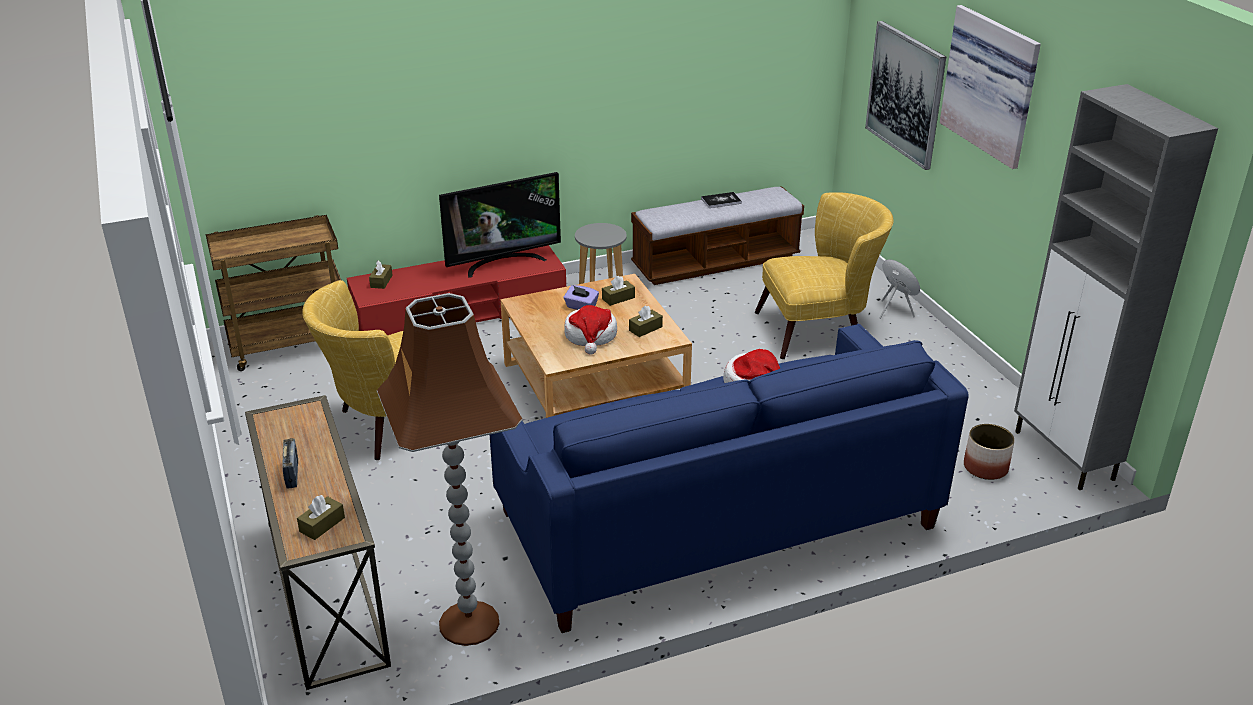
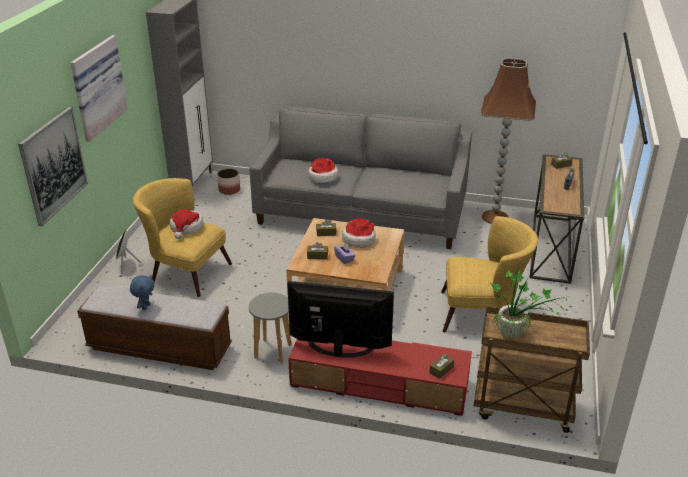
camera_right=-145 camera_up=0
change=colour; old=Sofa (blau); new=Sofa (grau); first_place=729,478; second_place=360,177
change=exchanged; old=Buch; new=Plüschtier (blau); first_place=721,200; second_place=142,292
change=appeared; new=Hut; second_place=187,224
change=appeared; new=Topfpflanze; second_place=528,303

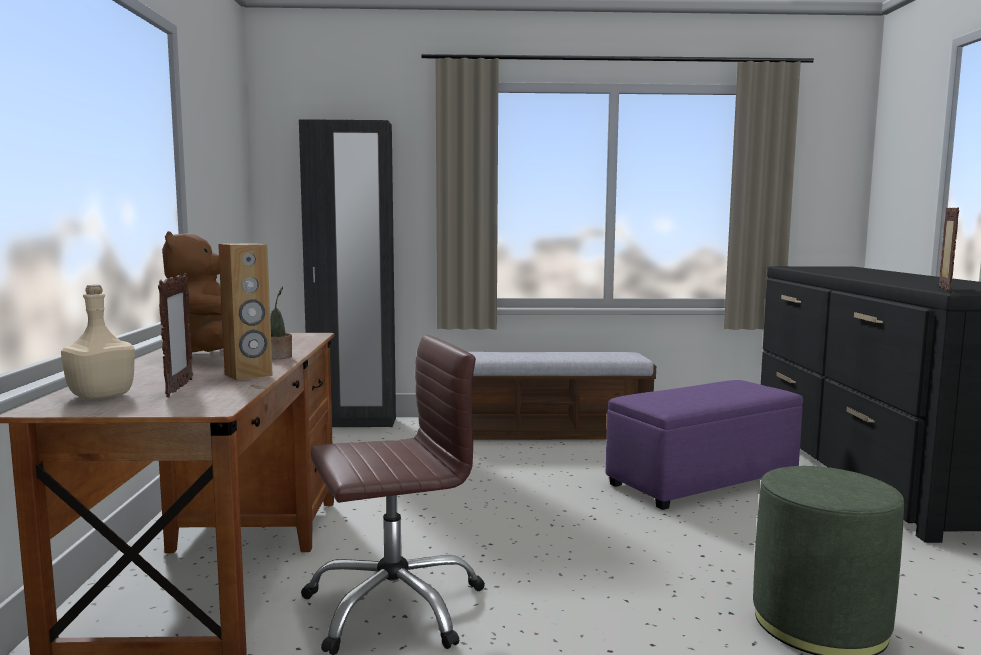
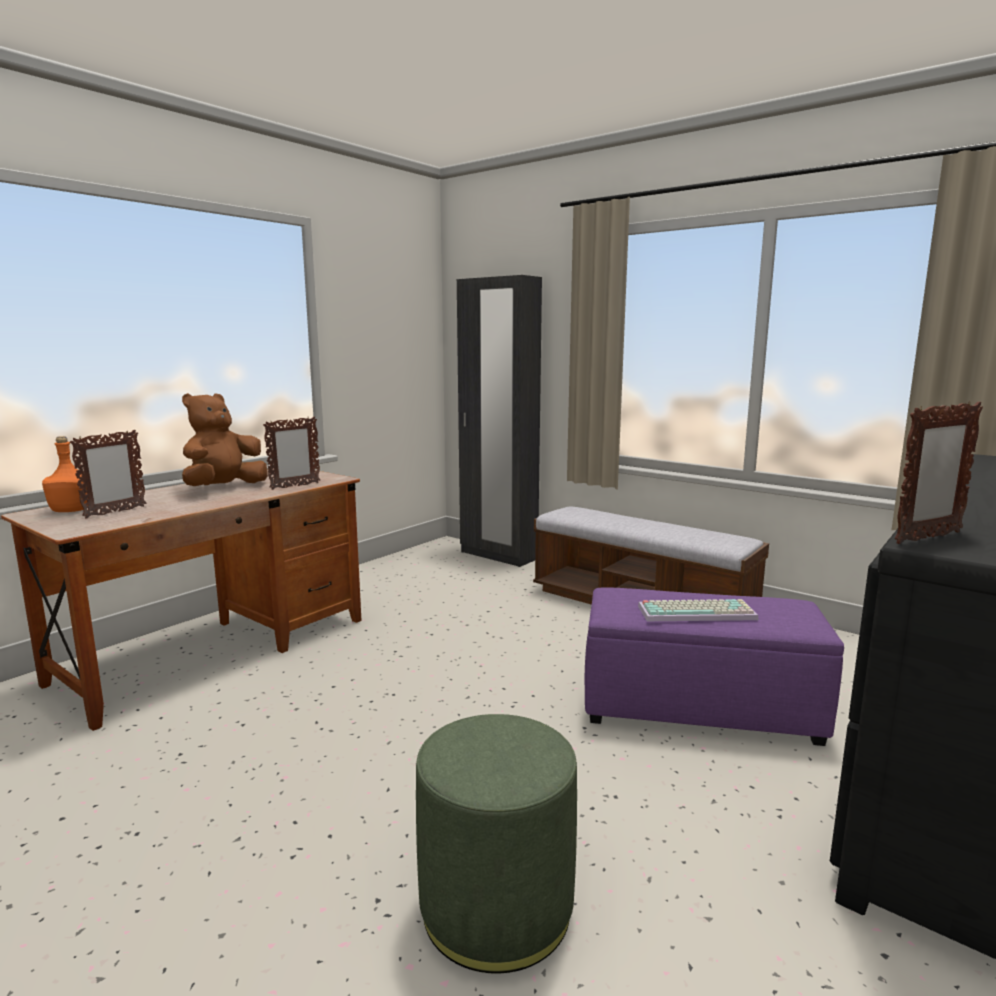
camera_right=40 camera_up=5
change=colour; old=Flasche (beige); new=Flasche (orange); first_place=98,342; second_place=64,474
change=missing; old=Lautsprecher (braun); first_place=245,312
change=missing; old=Topfpflanze; first_place=281,323
change=missing; old=Bürostuhl (braun); first_place=393,495
change=appeared; new=Bilderrahmen; second_place=291,453
change=appeared; new=Tastatur; second_place=698,610

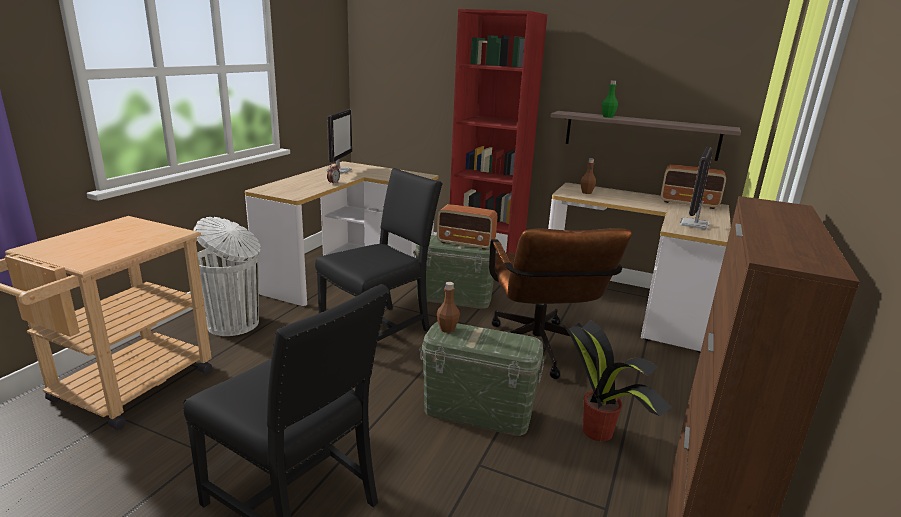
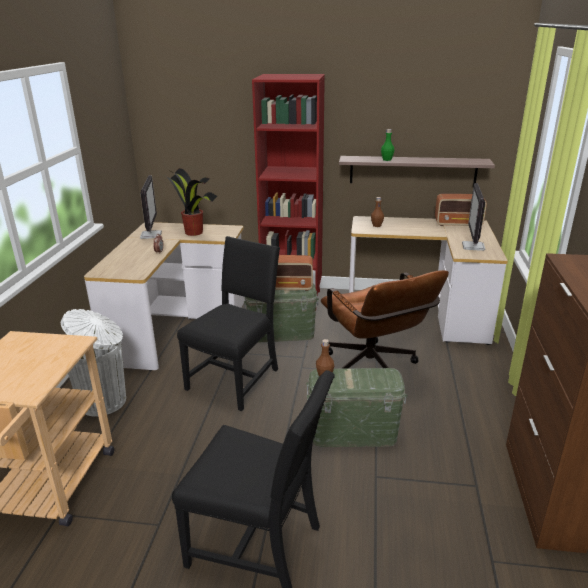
camera_right=-15 camera_up=5
change=relocated; old=Topfpflanze; first_place=617,380; second_place=191,202

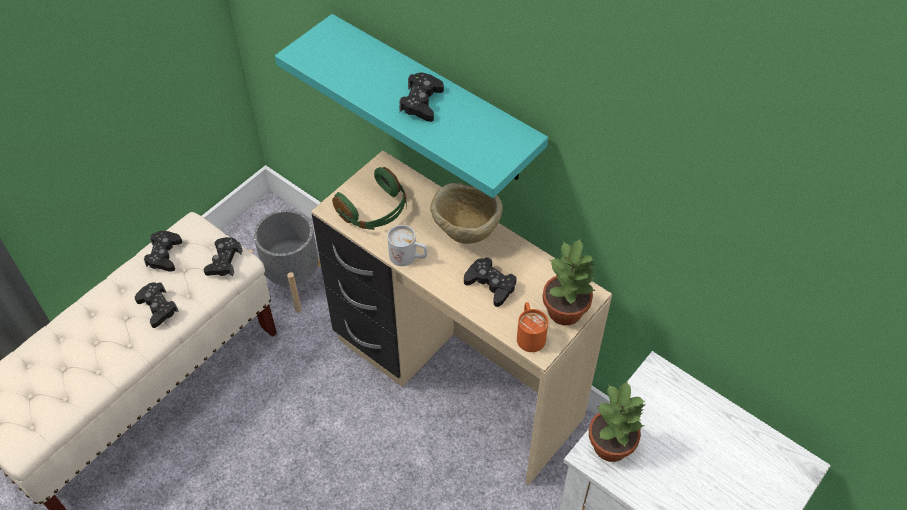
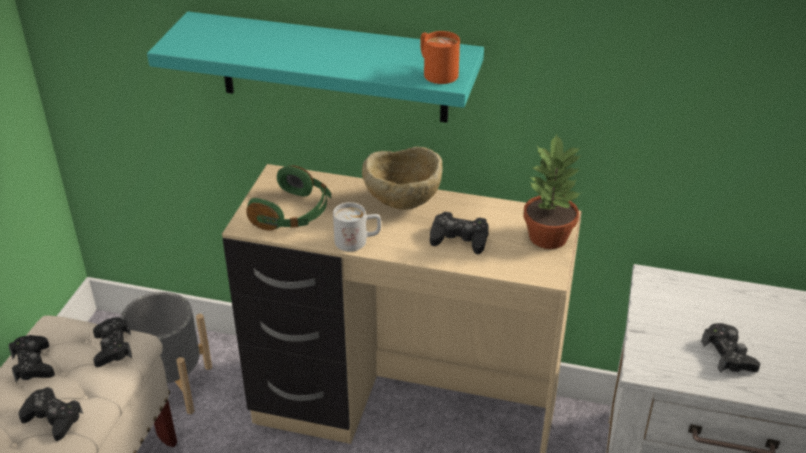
camera_right=-25 camera_up=-15
change=relocated; old=Gamepad (schwarz); first_place=421,97; second_place=730,348
change=relocated; old=Henkelbecher (orange); first_place=532,327; second_place=440,57
change=missing; old=Topfpflanze; first_place=617,421

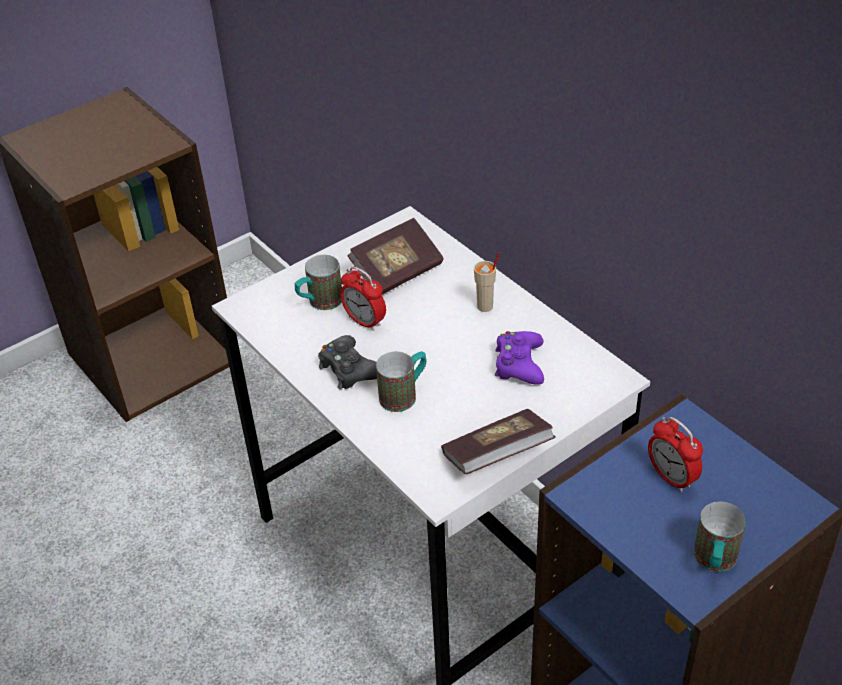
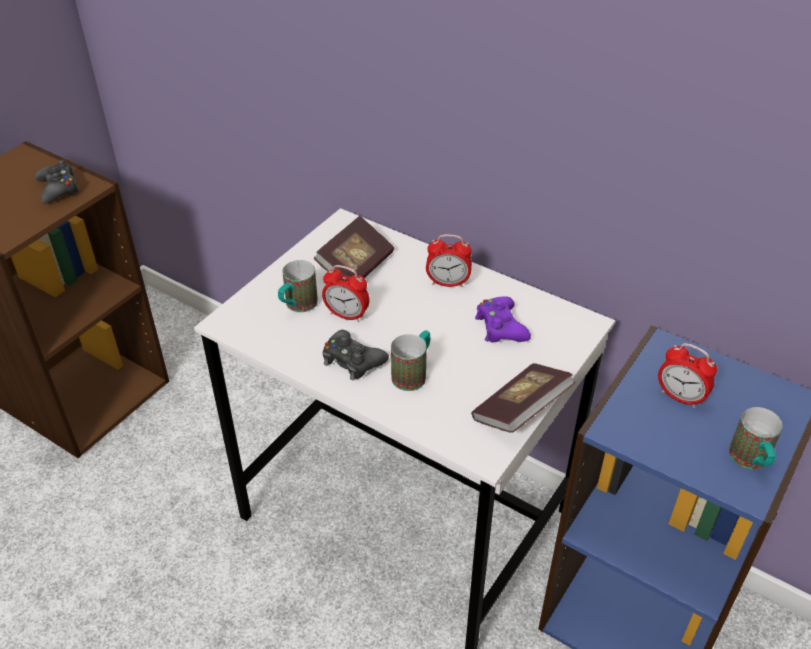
camera_right=-20 camera_up=0
change=exchanged; old=Tasse (beige); new=Wecker; first_place=487,282; second_place=449,260
change=appeared; new=Gamepad (schwarz); second_place=57,182

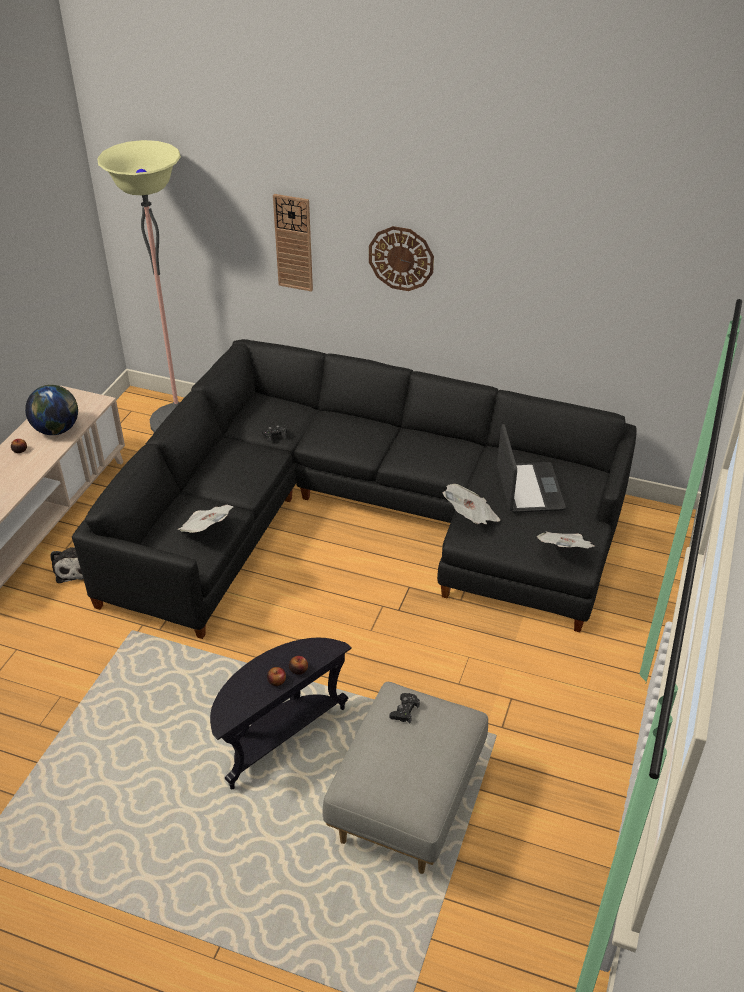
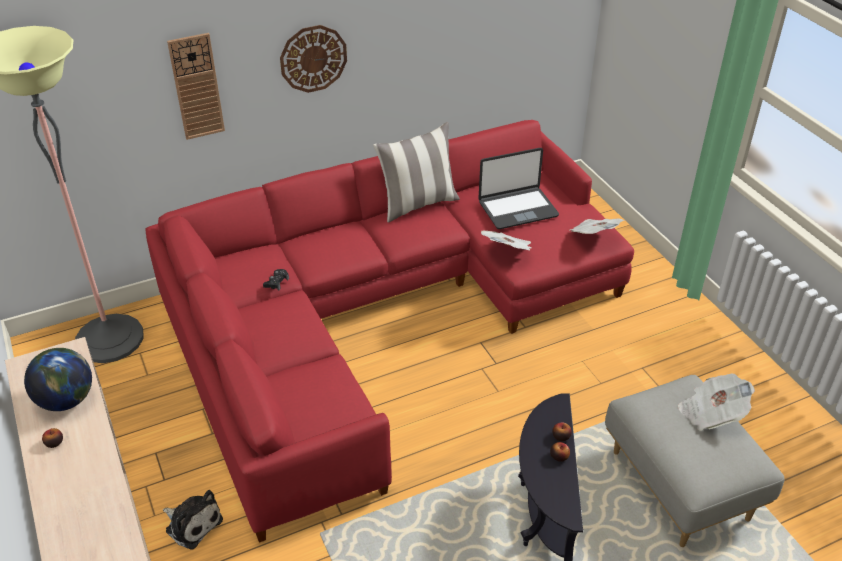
camera_right=-45 camera_up=0
change=colour; old=Sofa (schwarz); new=Sofa (rot); first_place=354,489; second_place=389,331
change=relocated; old=Zeitung; first_place=206,519; second_place=716,402
change=missing; old=Gamepad (schwarz); first_place=404,708
change=spun; old=Laptop; first_place=531,468; second_place=519,188; degrees=120
change=appeared; new=Kissen; second_place=416,172

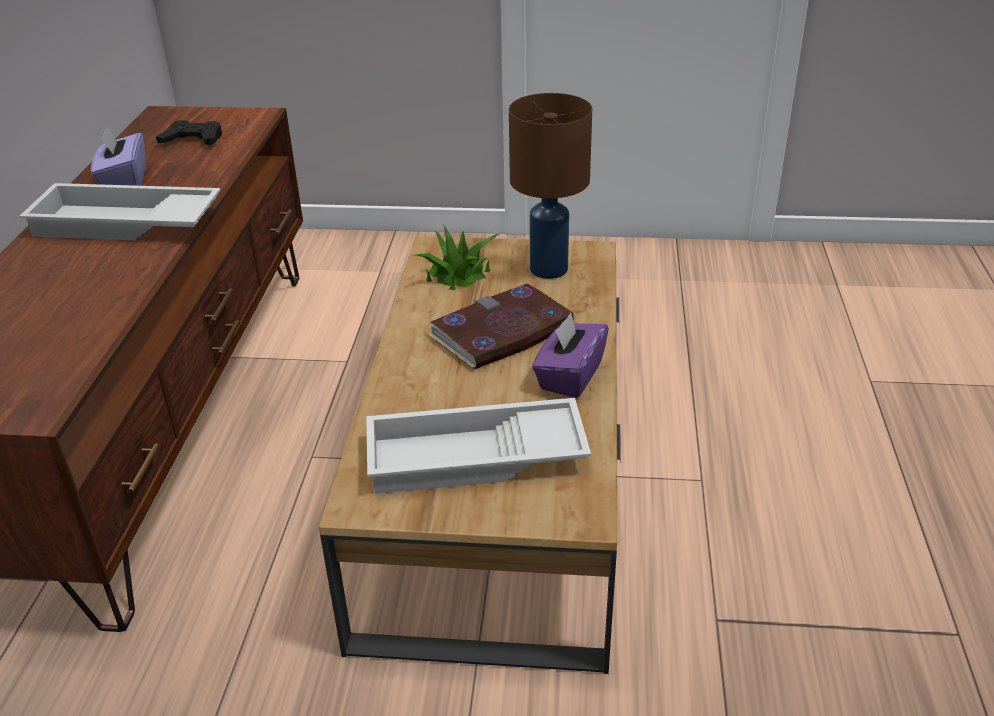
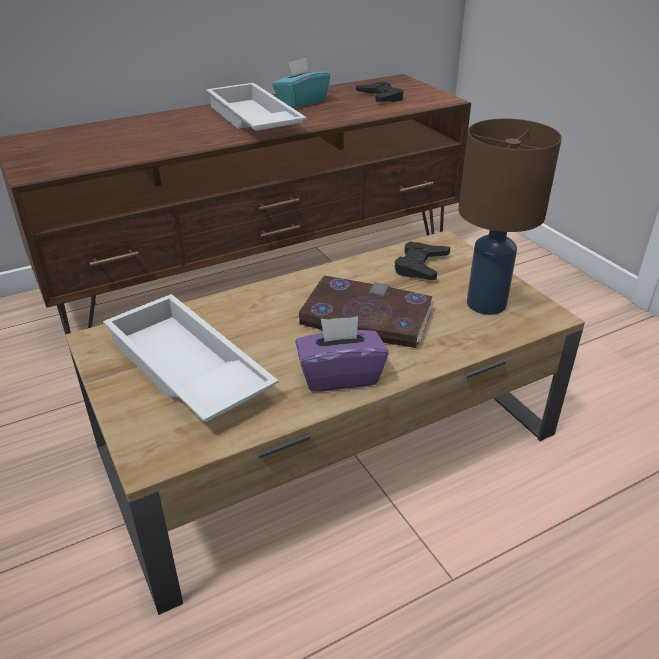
camera_right=55 camera_up=0
change=colour; old=Taschentuchbox (lila); new=Taschentuchbox (türkis); first_place=118,156; second_place=301,83
change=exchanged; old=Topfpflanze; new=Gamepad (schwarz); first_place=458,257; second_place=422,260

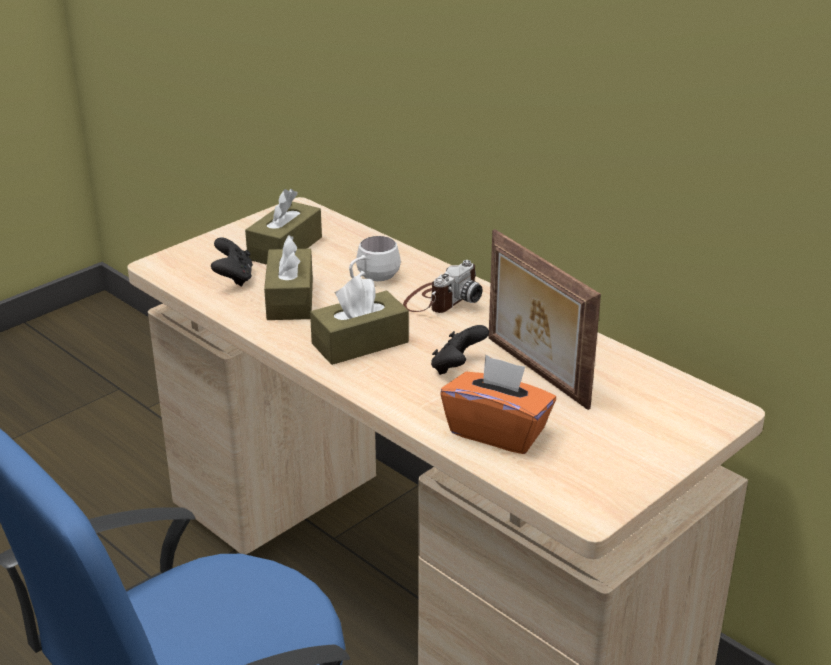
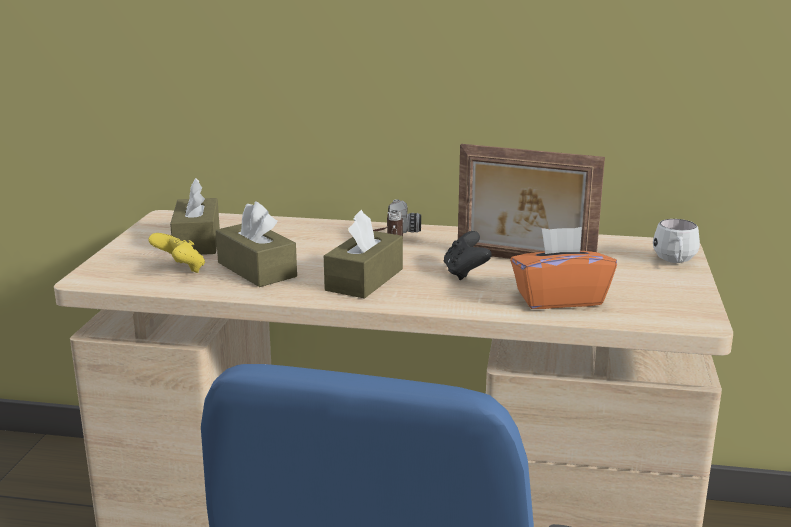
camera_right=-35 camera_up=-10
change=colour; old=Gamepad (schwarz); new=Gamepad (gelb); first_place=232,262; second_place=176,253
change=relocated; old=Henkelbecher (weiß); first_place=375,258; second_place=676,241

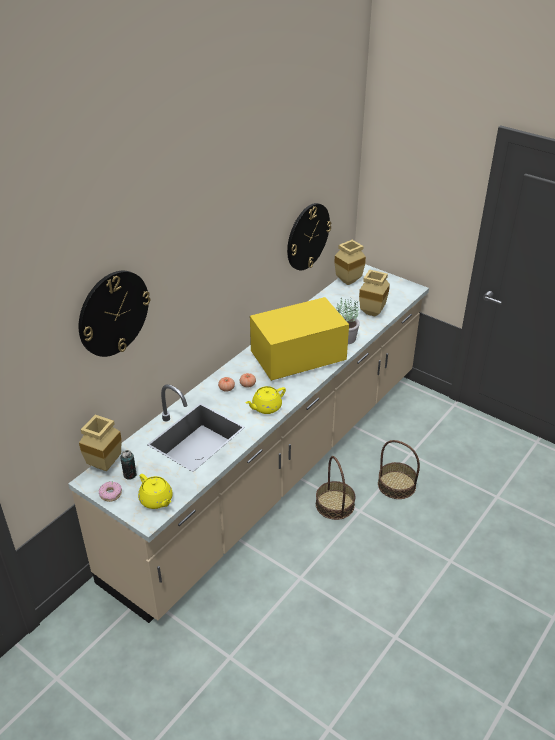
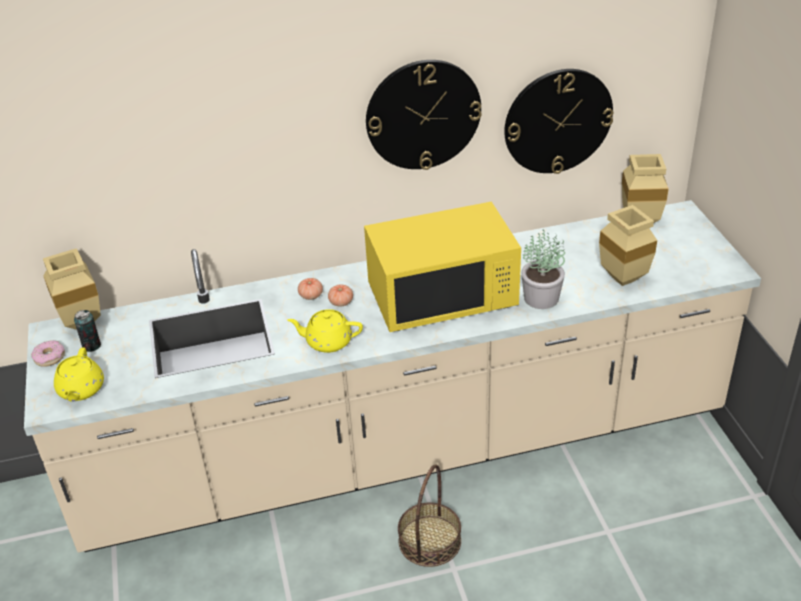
camera_right=40 camera_up=0
change=relocated; old=Wanduhr; first_place=114,314; second_place=423,115
change=spun; old=Mikrowelle (gelb); first_place=299,339; second_place=442,266; degrees=150
change=missing; old=Korb; first_place=399,469

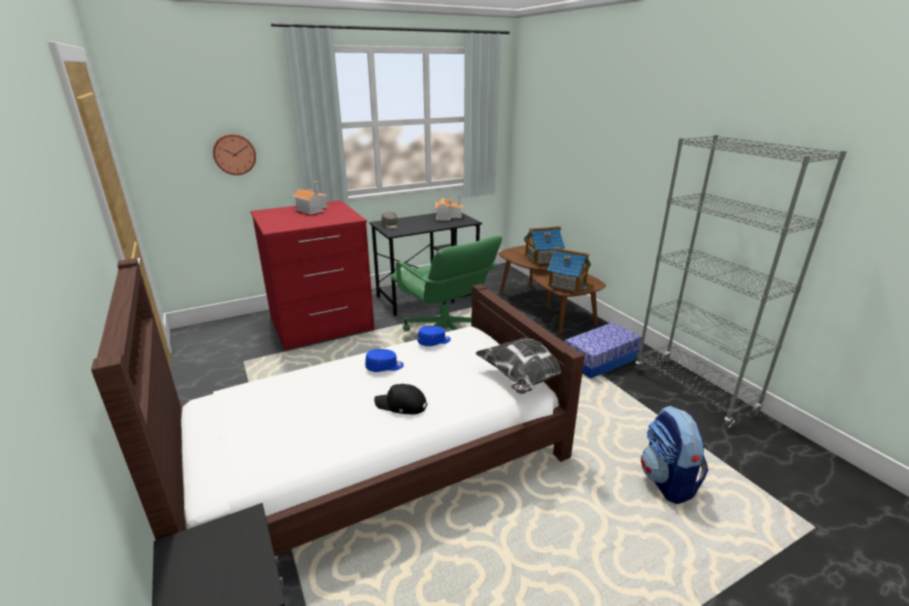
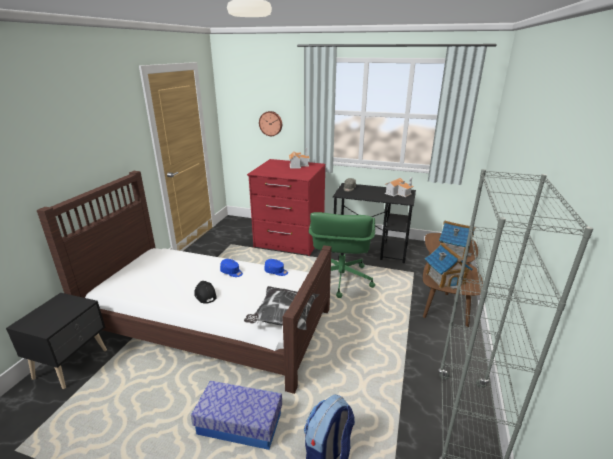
camera_right=45 camera_up=0
change=relocated; old=Aufbewahrungsbox; first_place=603,350; second_place=236,415

